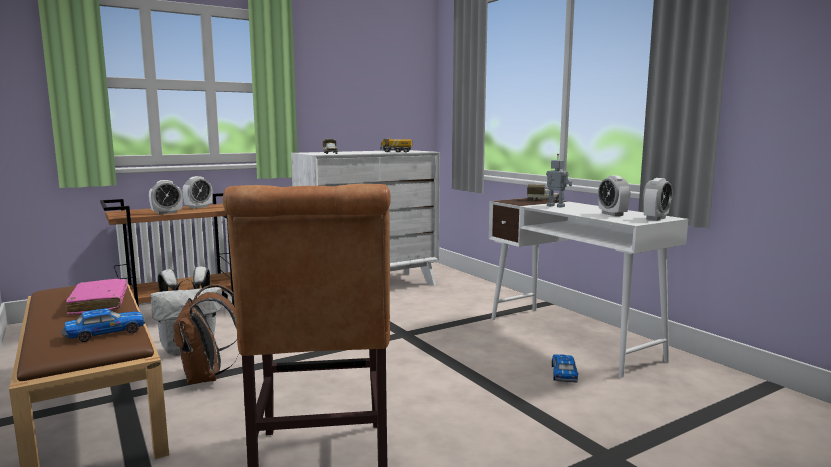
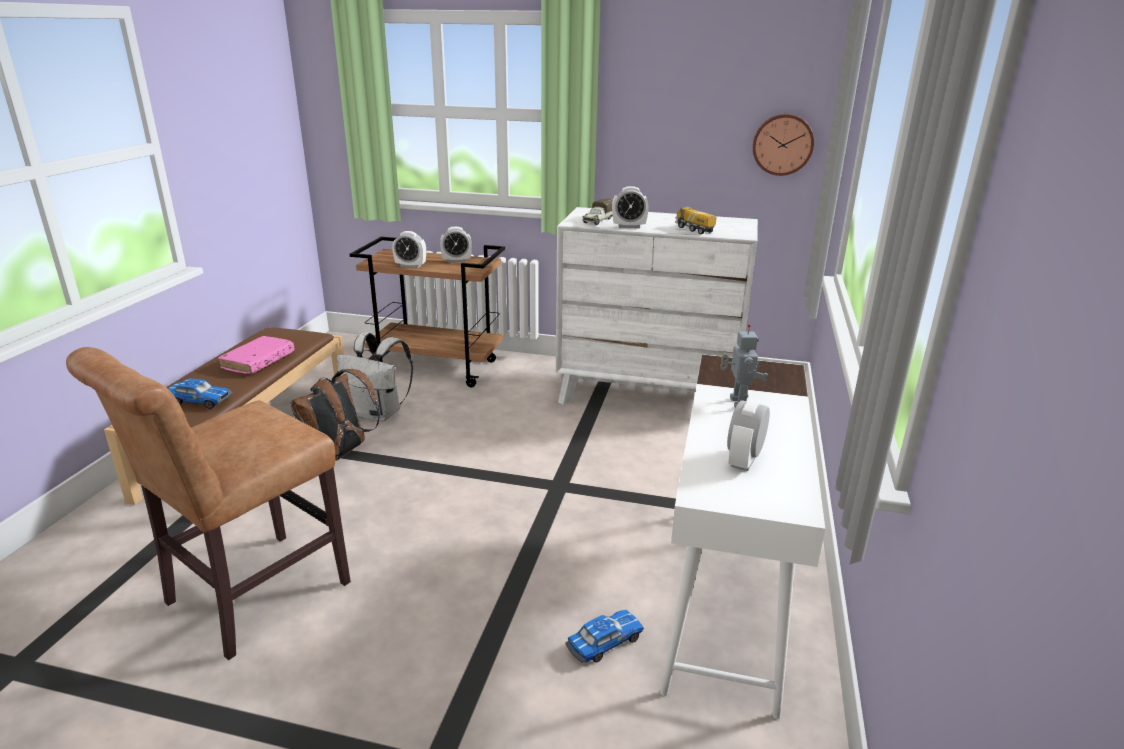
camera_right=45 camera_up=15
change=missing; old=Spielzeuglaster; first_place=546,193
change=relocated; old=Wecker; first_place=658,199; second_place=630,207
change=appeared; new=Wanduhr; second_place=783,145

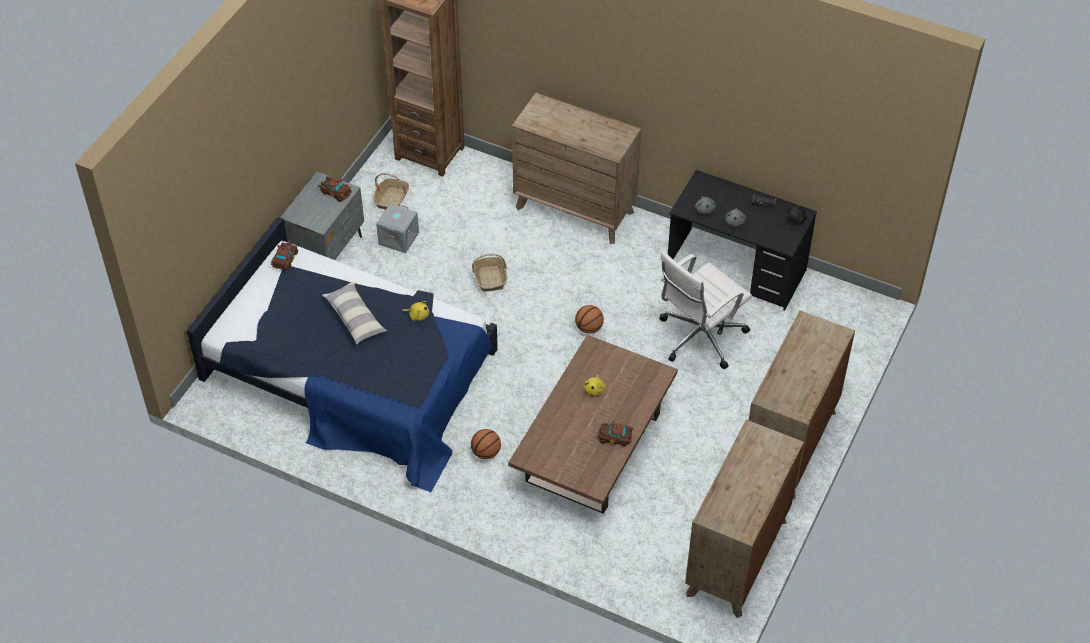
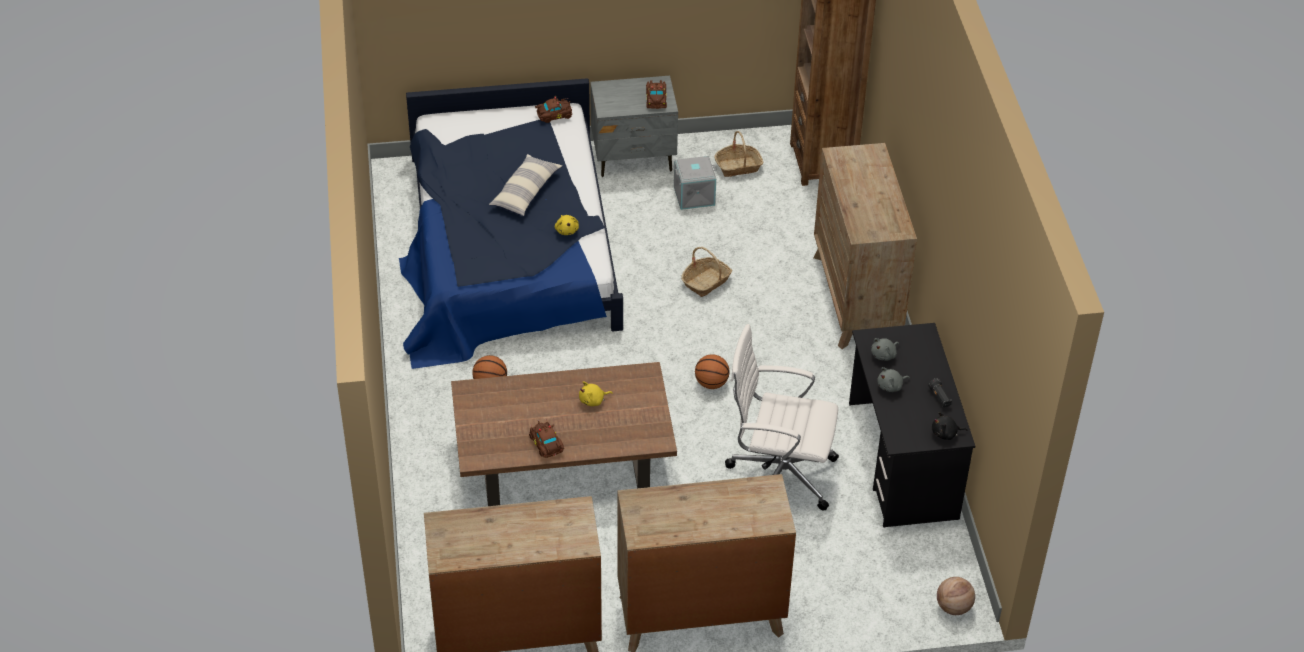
camera_right=55 camera_up=-5
change=appeared; new=Basketball; second_place=956,596

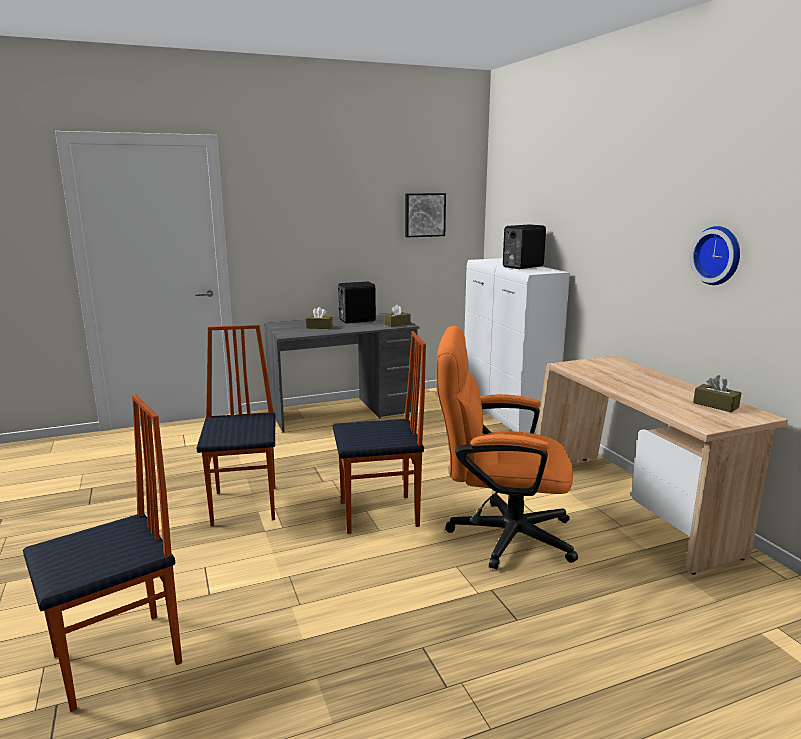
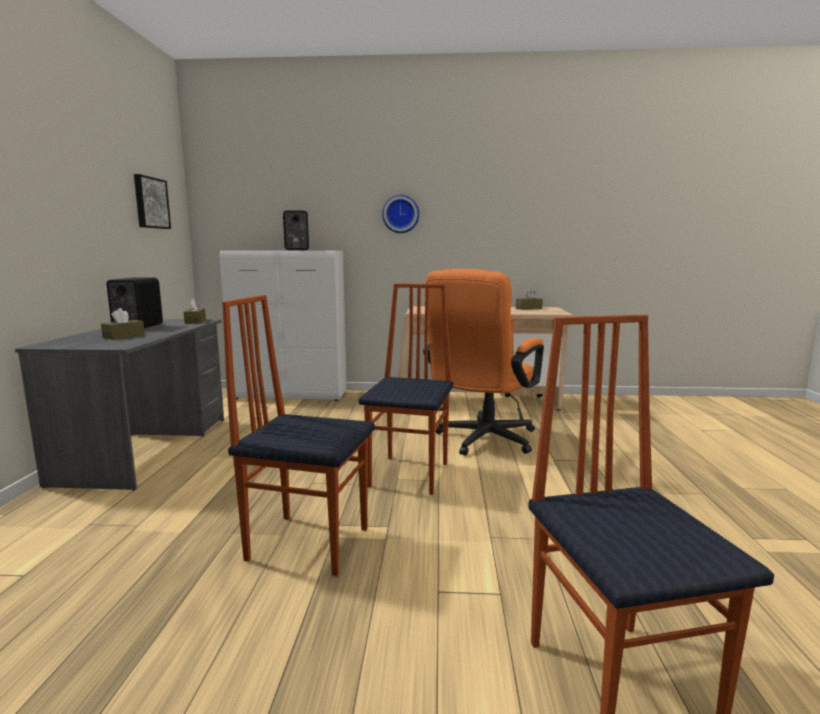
camera_right=-65 camera_up=-5
change=relocated; old=Wanduhr; first_place=715,255; second_place=400,214

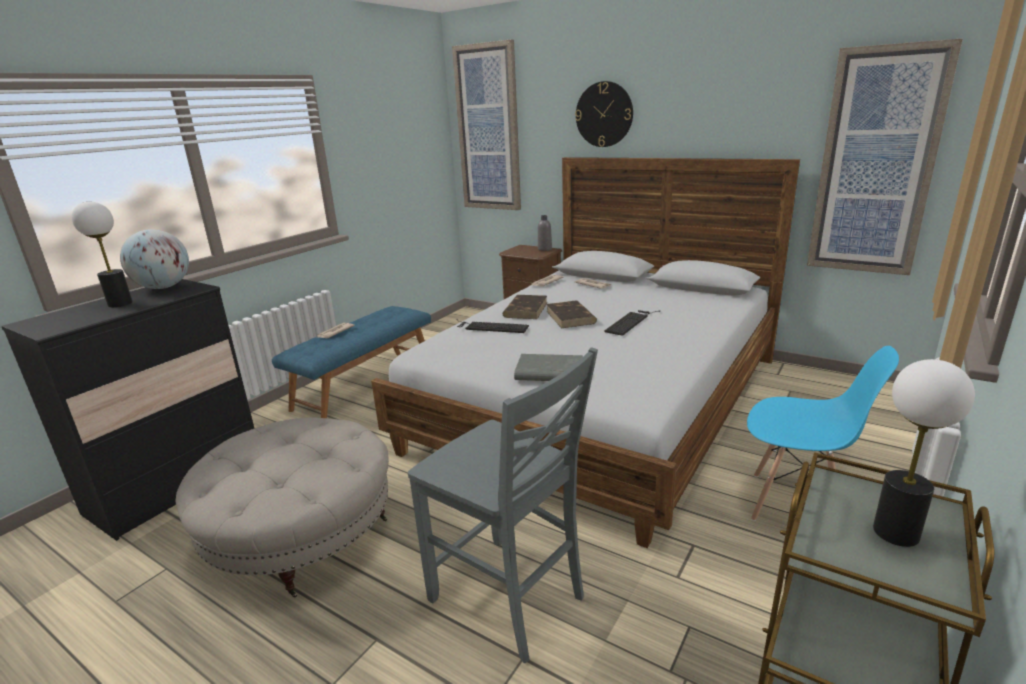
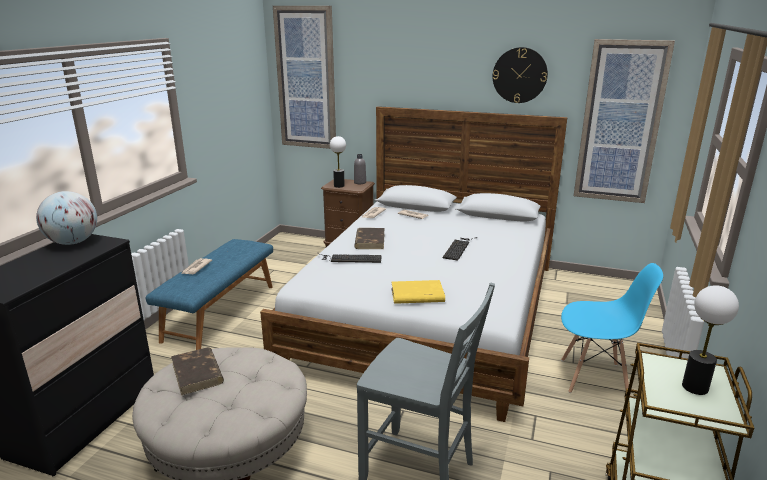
camera_right=-15 camera_up=0
change=relocated; old=Tischlampe; first_place=102,254; second_place=338,162
change=colour; old=Buch (grau); new=Buch (gelb); first_place=548,367; second_place=418,292
change=relocated; old=Buch (braun); first_place=571,314; second_place=197,371
change=relocated; old=Wanduhr; first_place=604,114; second_place=520,75

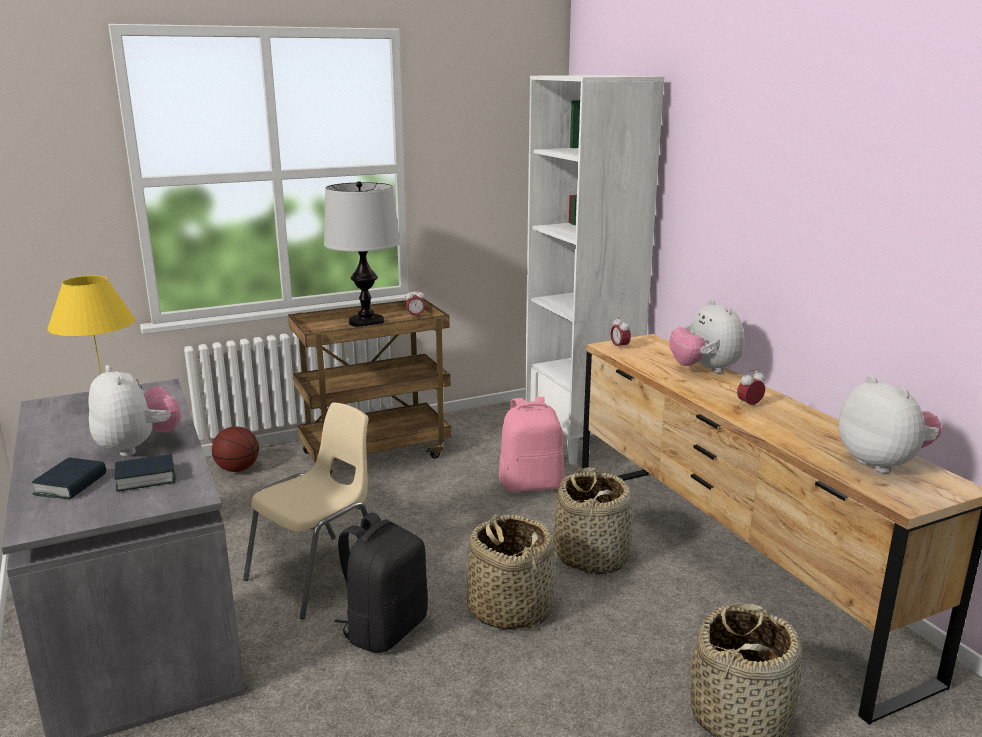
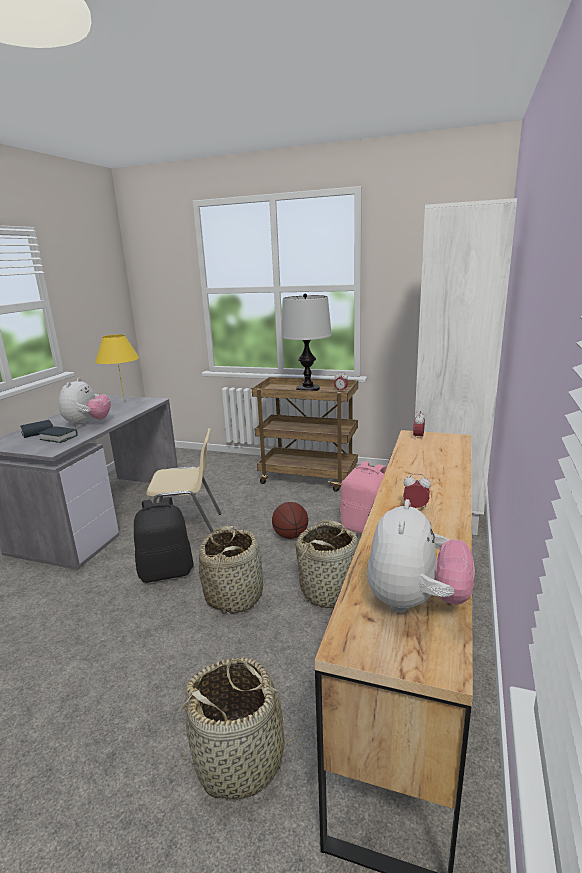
camera_right=45 camera_up=0
change=relocated; old=Basketball; first_place=235,449; second_place=290,520
change=missing; old=Plüschtier; first_place=707,336

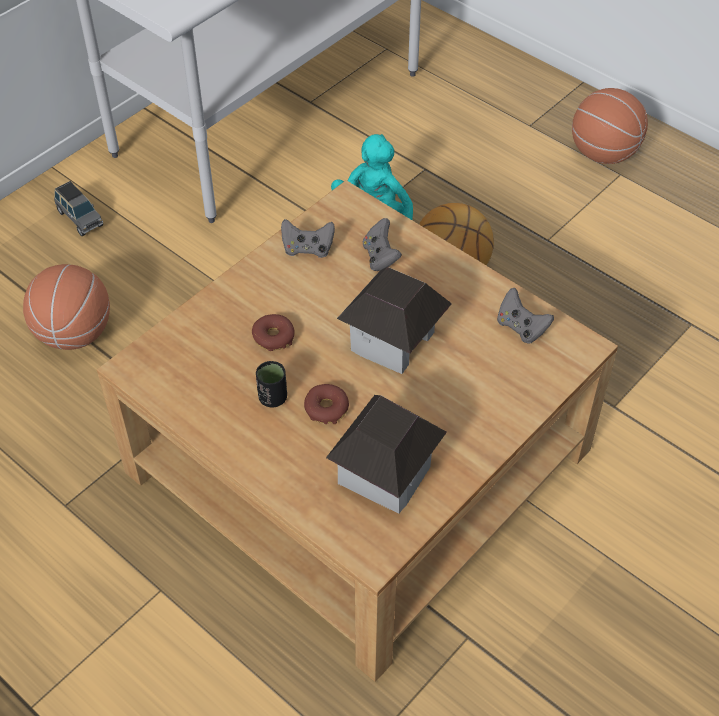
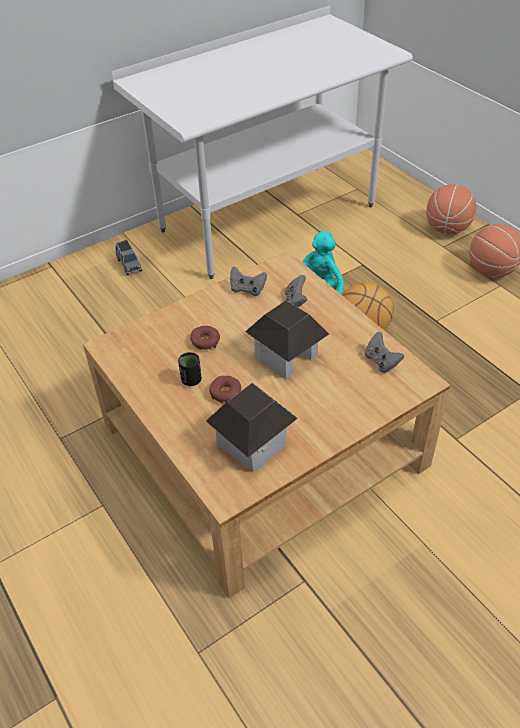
camera_right=15 camera_up=-5
change=relocated; old=Basketball; first_place=66,307; second_place=451,209

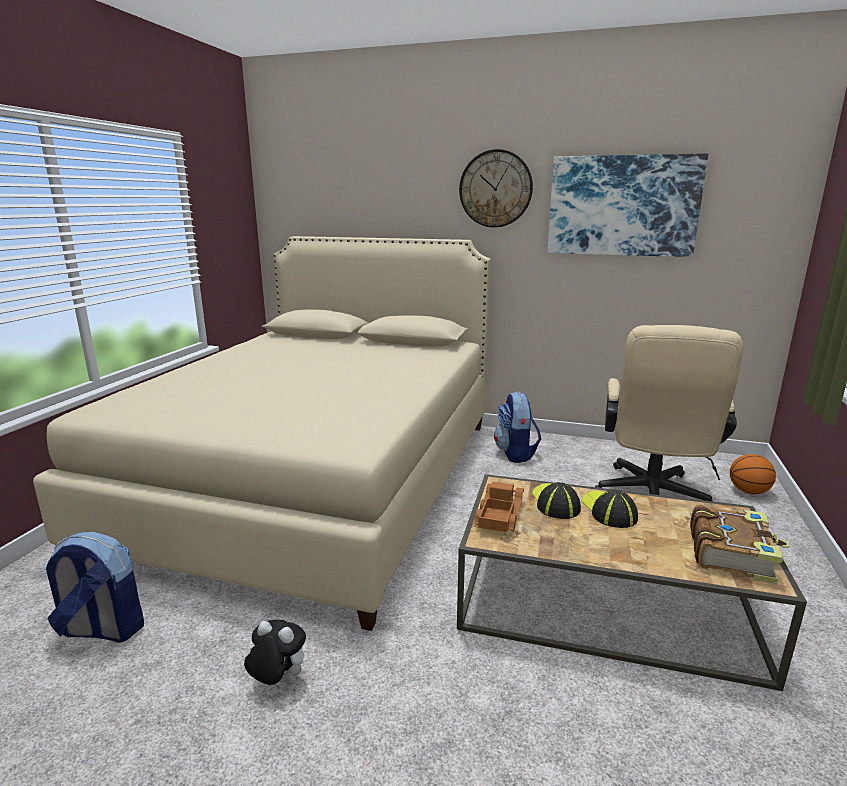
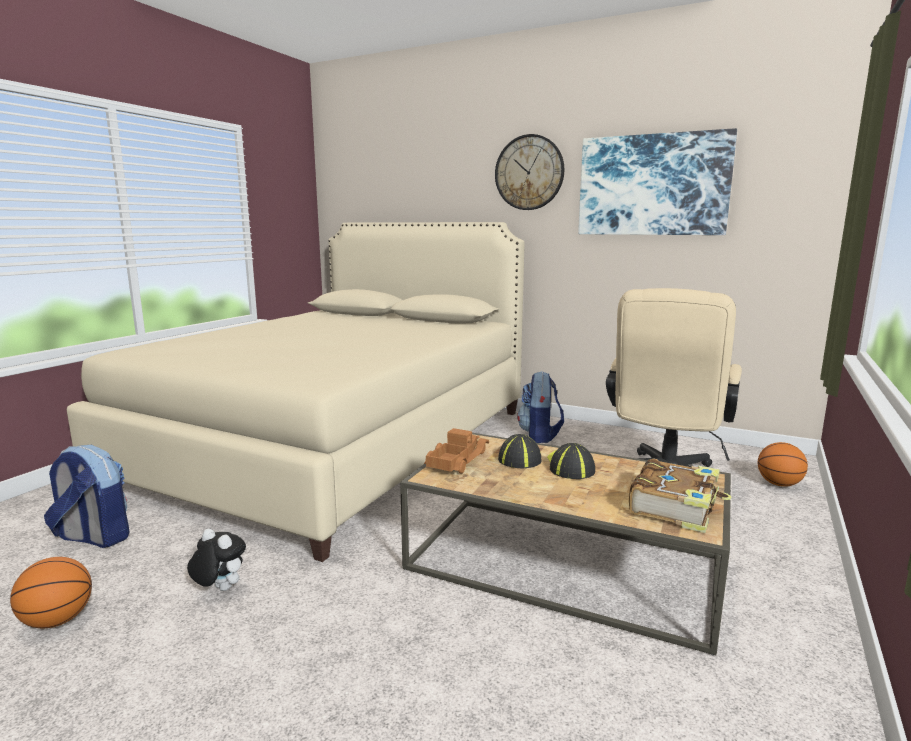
camera_right=10 camera_up=-5
change=appeared; new=Basketball; second_place=51,592

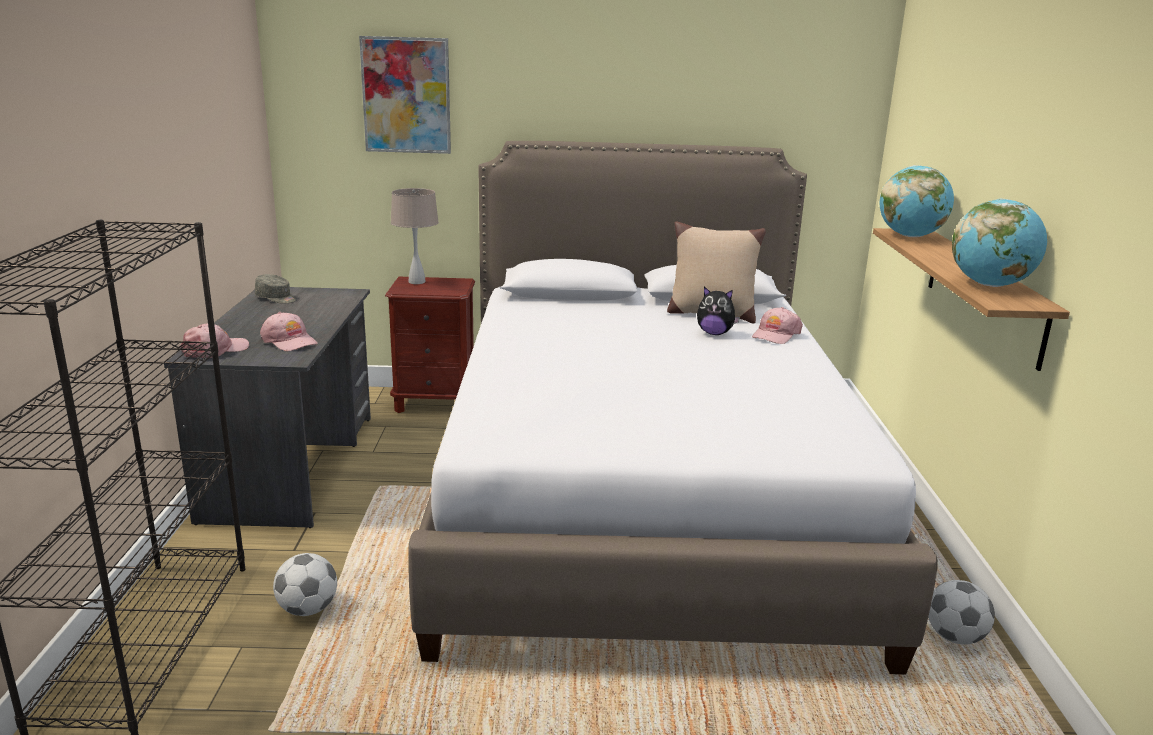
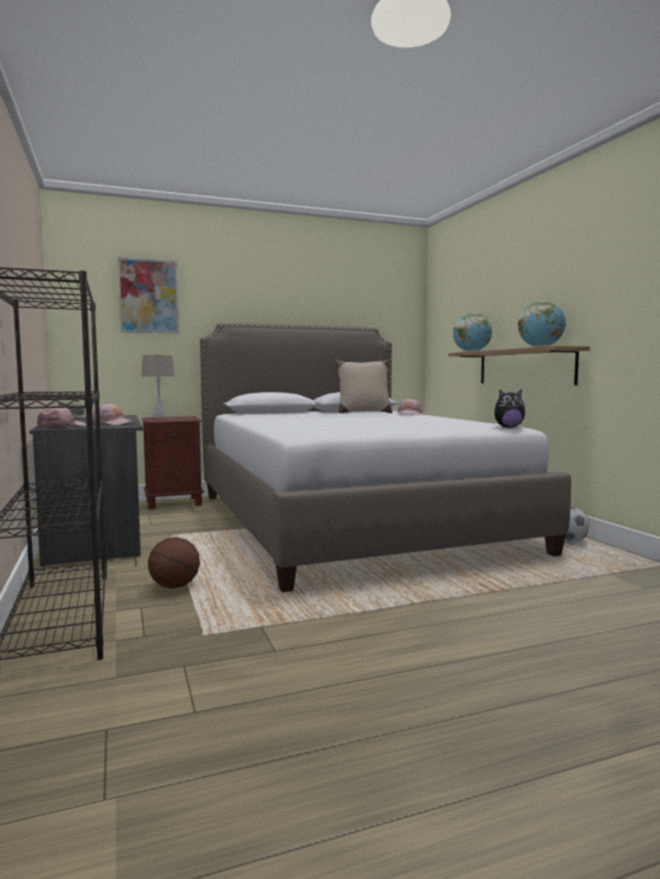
camera_right=-20 camera_up=-15
change=exchanged; old=Fußball; new=Basketball; first_place=305,584; second_place=174,563
change=relocated; old=Plüschtier; first_place=718,311; second_place=509,408

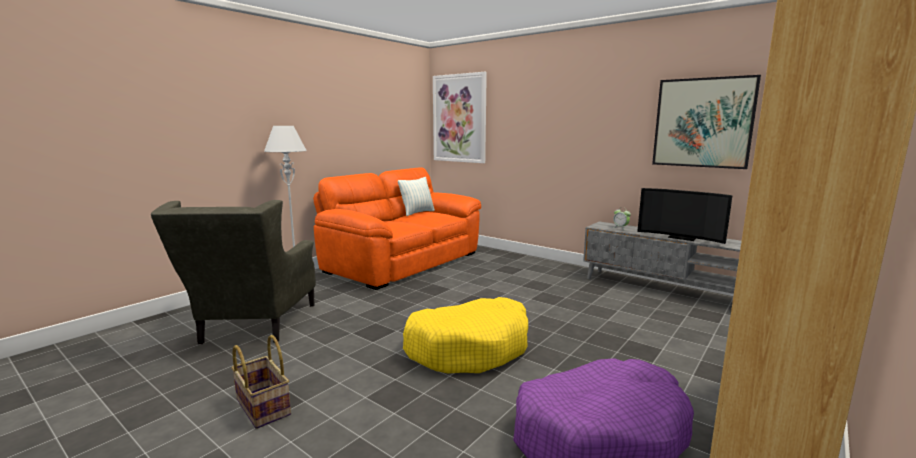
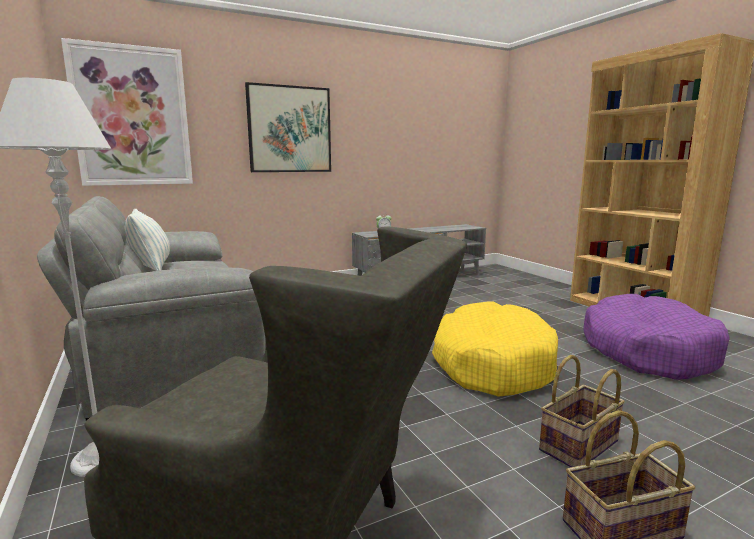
camera_right=-65 camera_up=0
change=colour; old=Sofa (orange); new=Sofa (grau); first_place=397,228; second_place=151,308
change=missing; old=Fernseher; first_place=685,216
change=relocated; old=Bild; first_place=706,122; second_place=288,127
change=appeared; new=Korb; second_place=582,411

